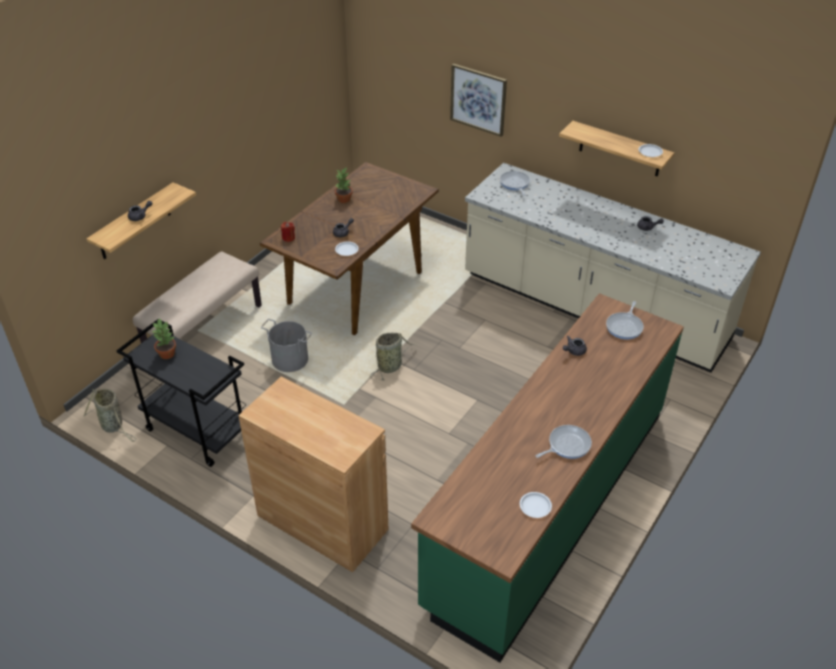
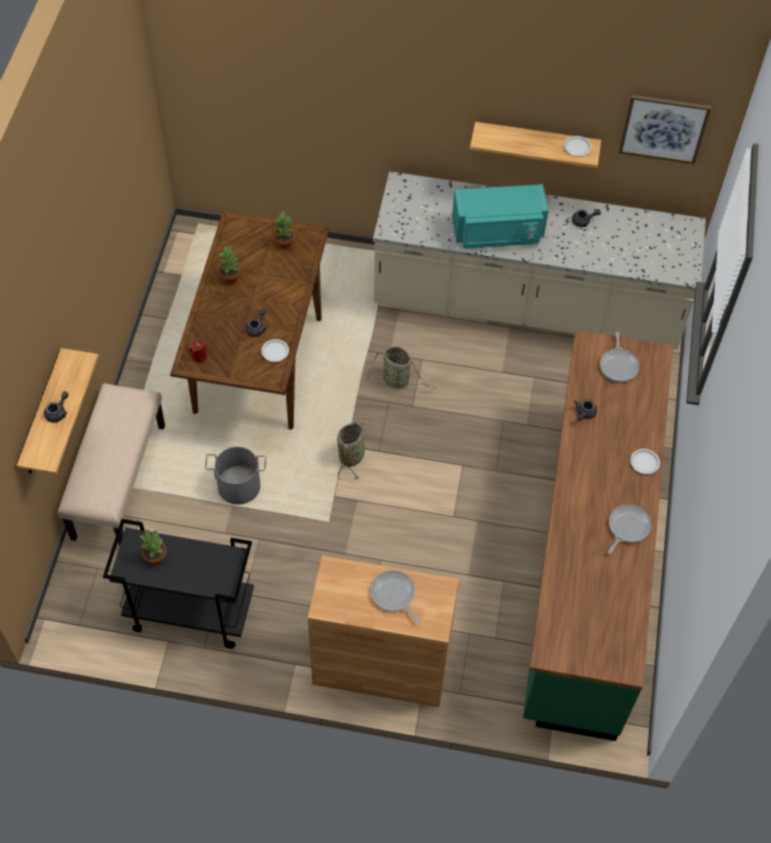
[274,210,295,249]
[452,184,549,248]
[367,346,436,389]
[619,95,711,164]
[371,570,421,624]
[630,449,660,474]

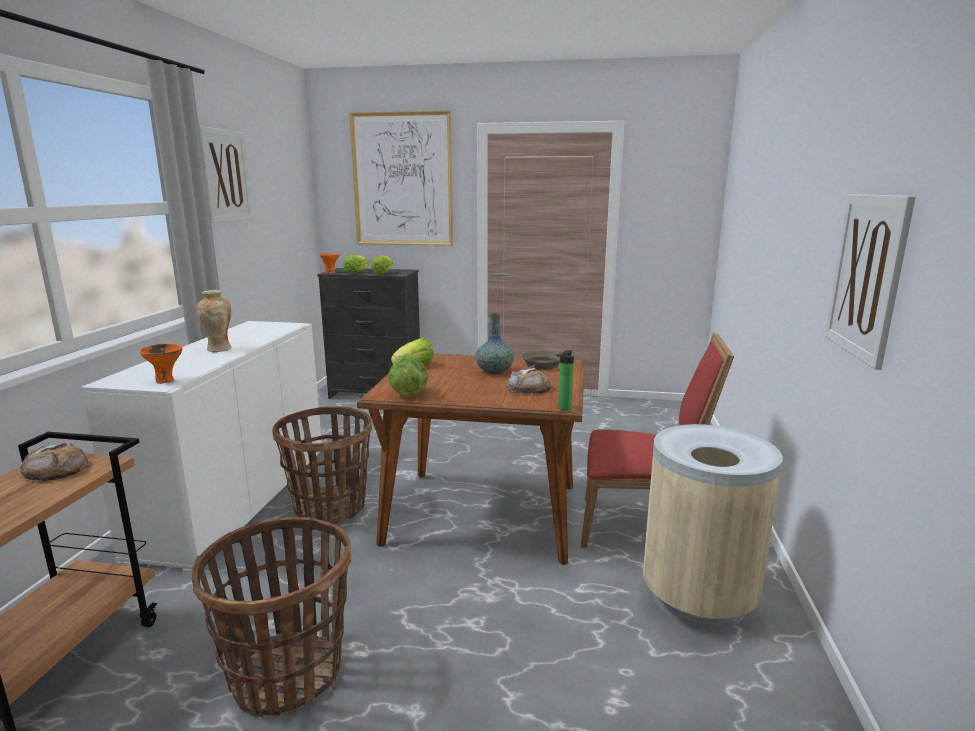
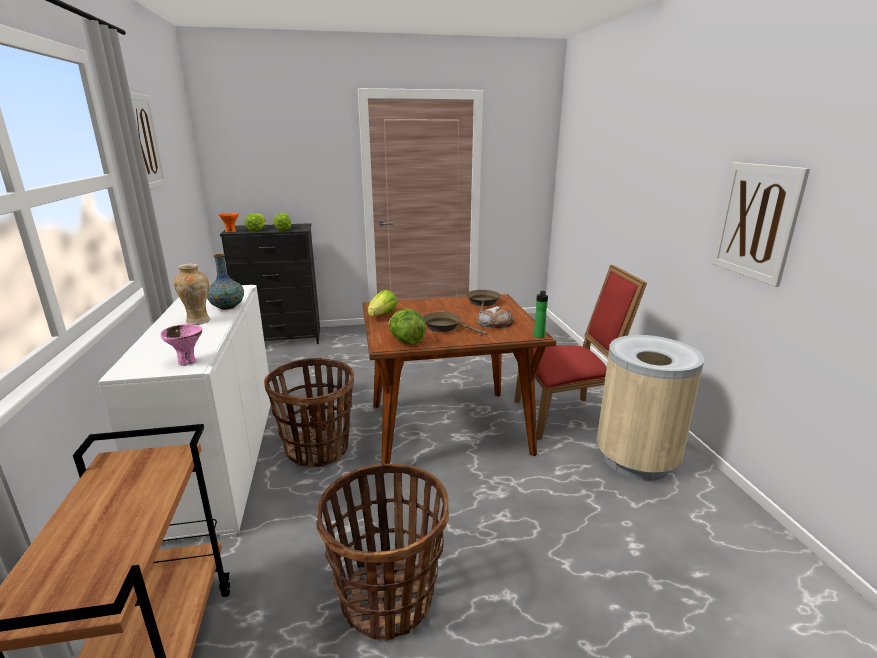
[20,443,89,483] (first image)
[349,110,453,246] (first image)
[423,312,487,335]
[207,254,244,310]
[160,324,202,366]

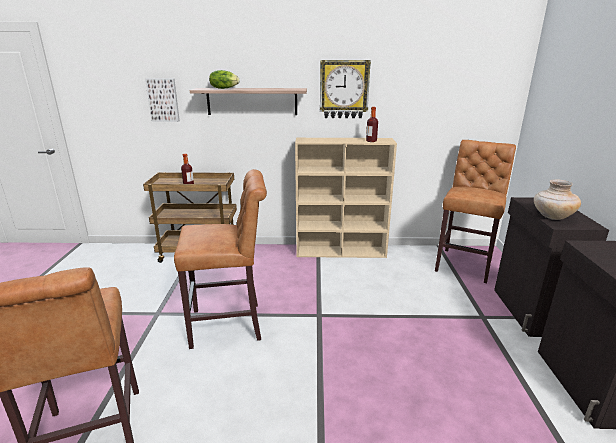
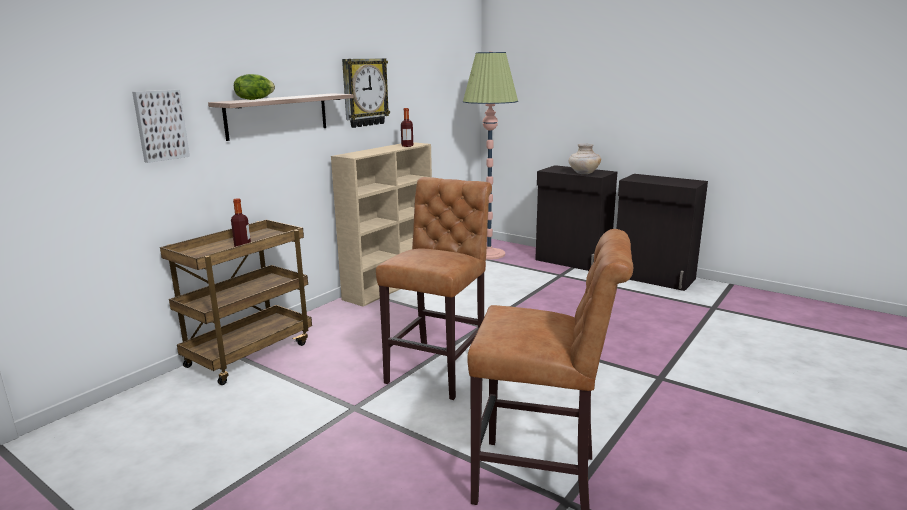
[463,51,518,260]

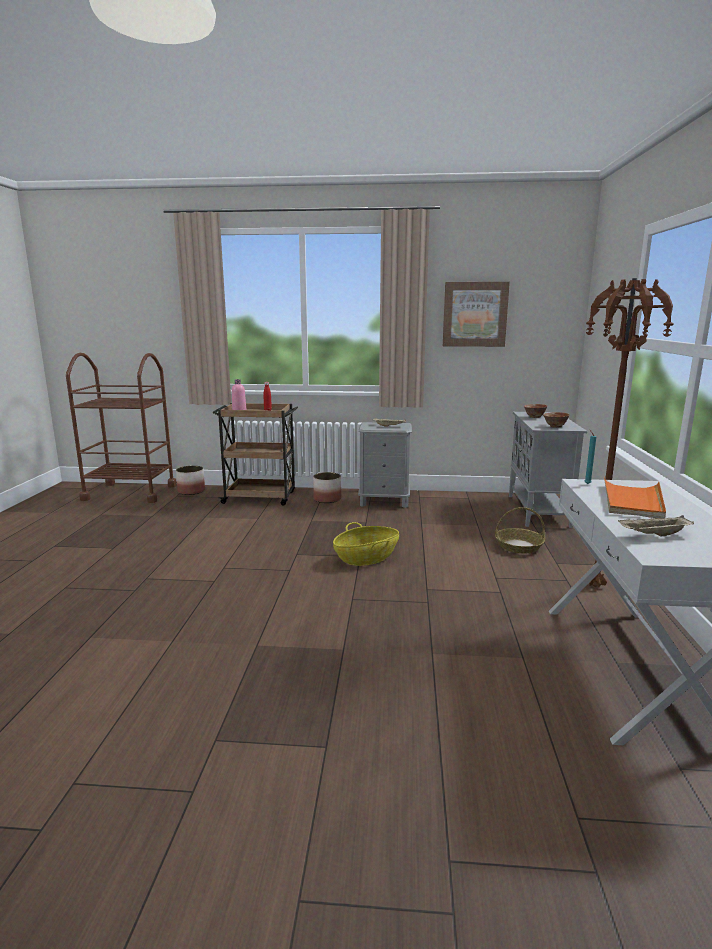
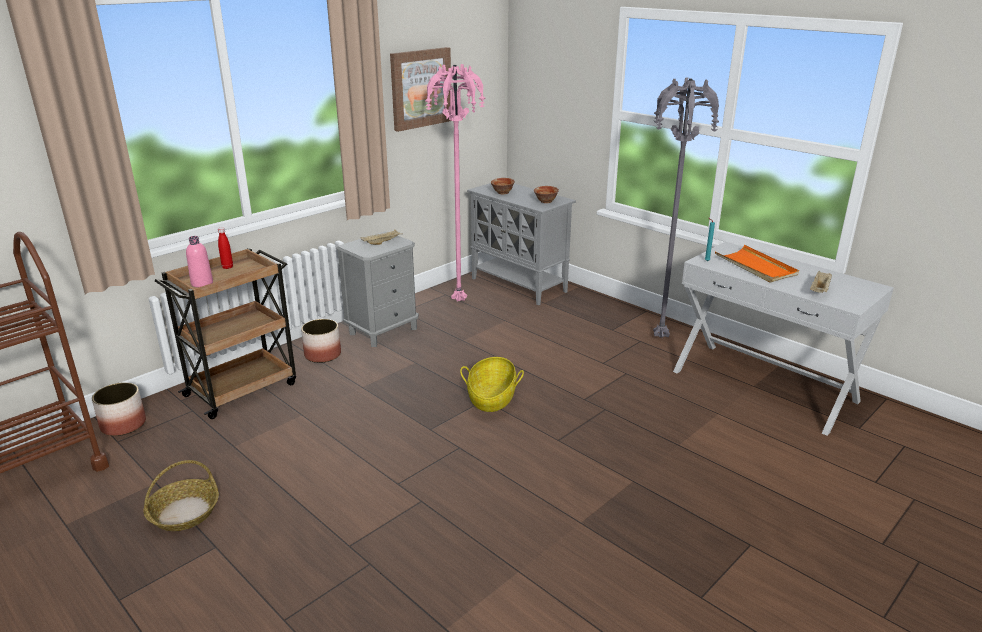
[425,64,485,301]
[143,460,219,531]
[653,77,719,338]

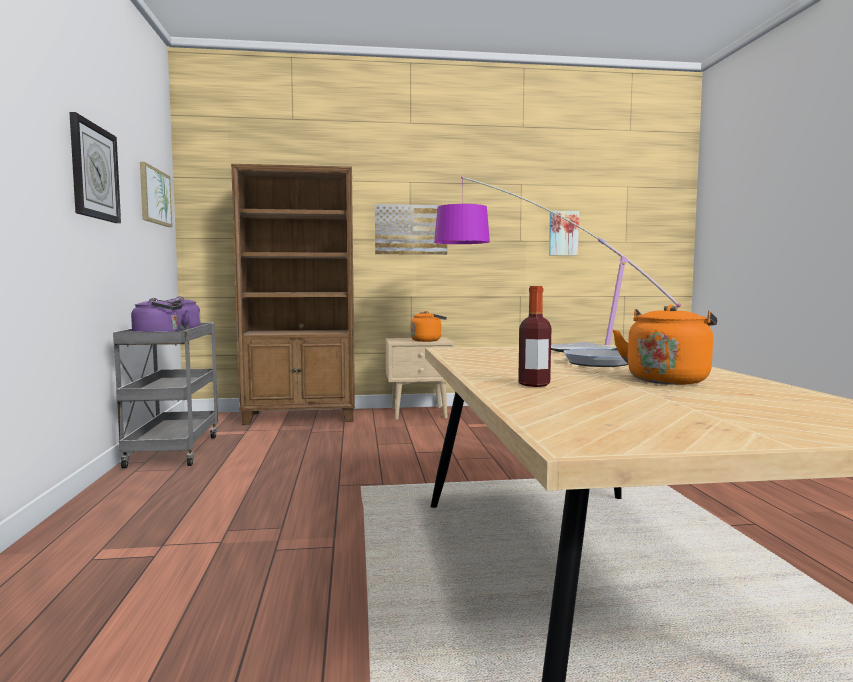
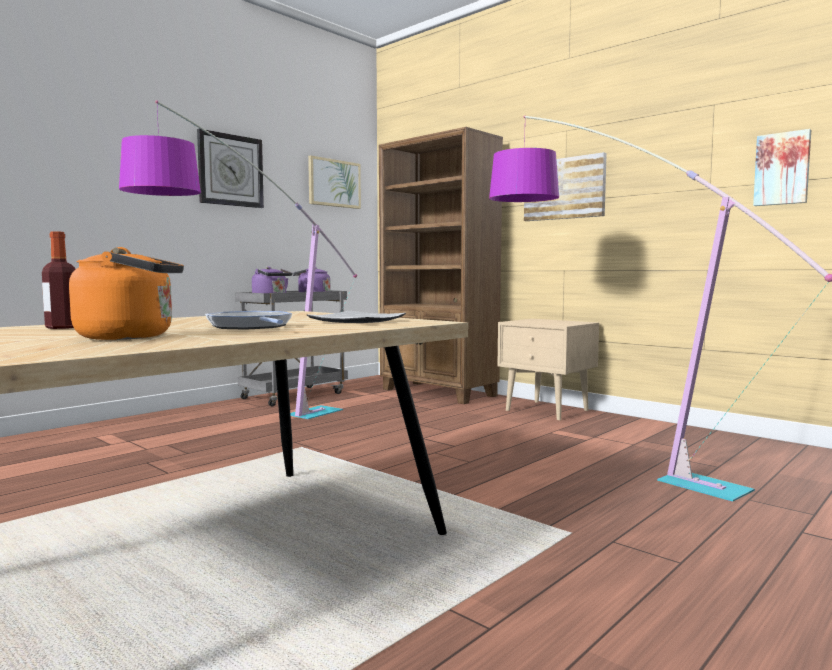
[411,311,447,342] (first image)
[119,100,357,419]

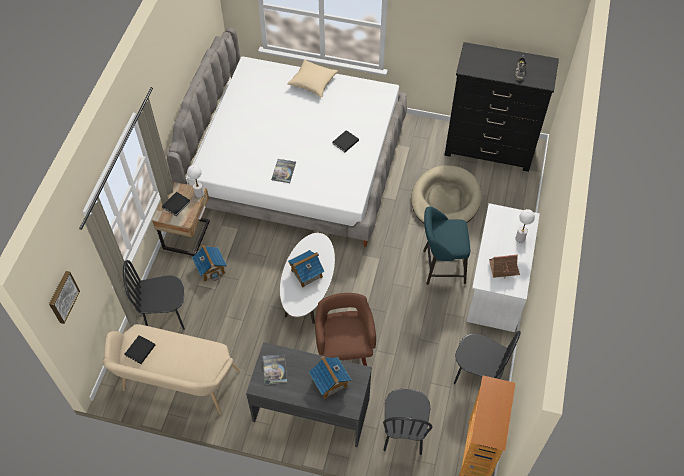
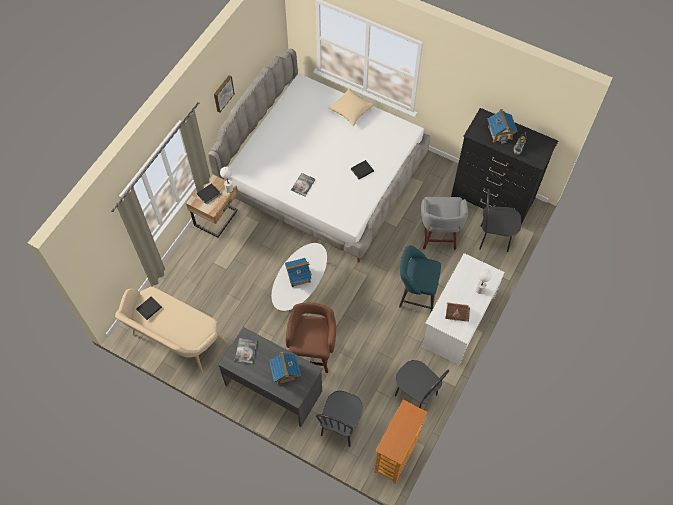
[214,75,235,113]
[479,189,521,252]
[487,109,518,144]
[421,197,468,250]

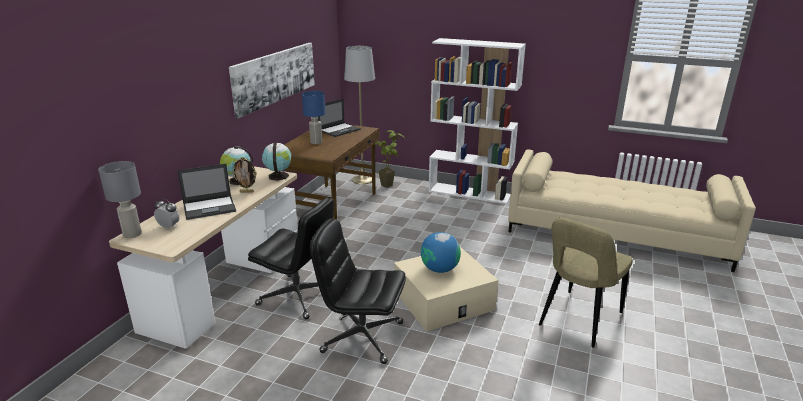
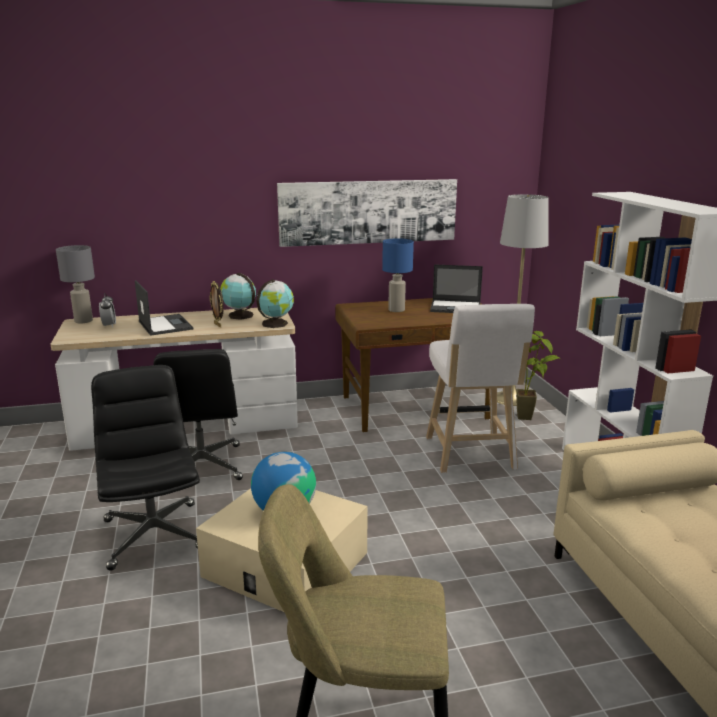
[426,304,535,473]
[135,280,193,336]

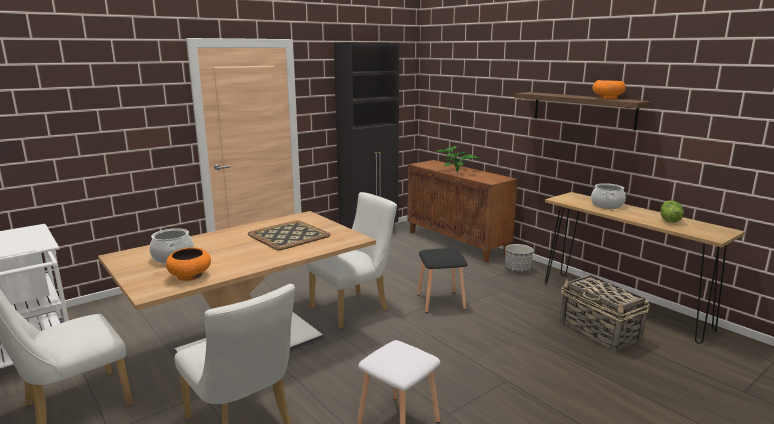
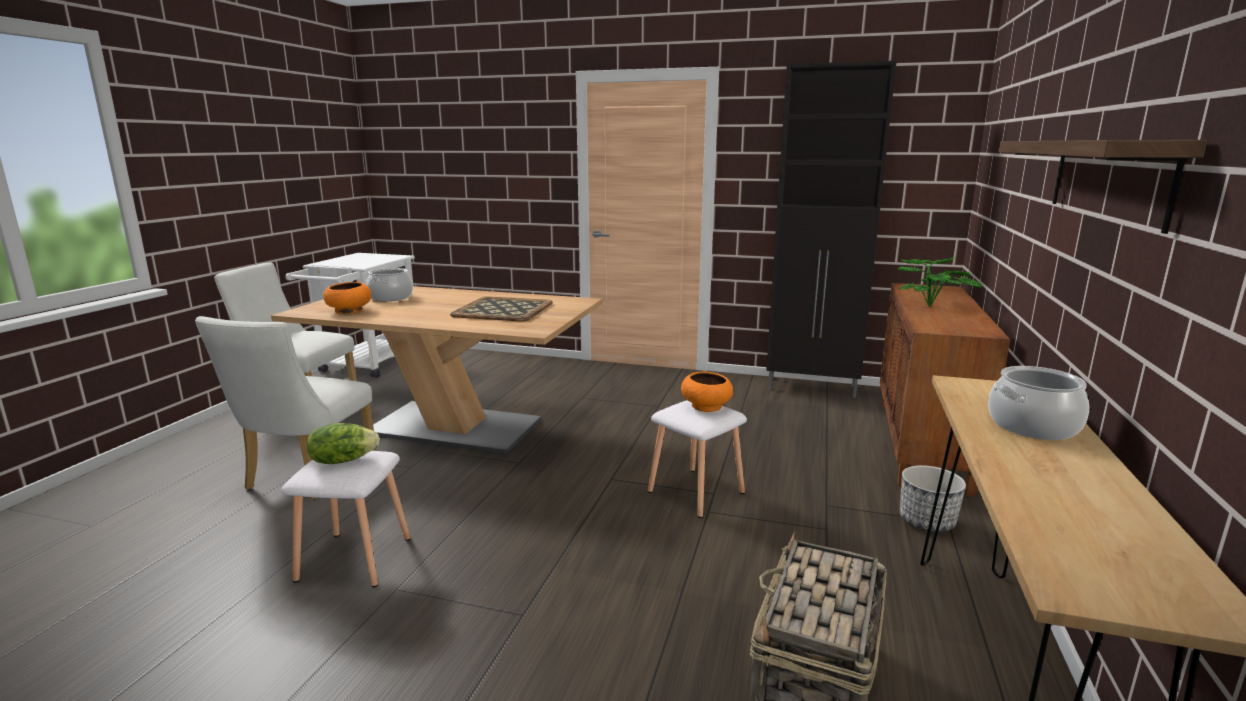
[307,192,397,329] (first image)
[681,372,733,412]
[307,423,380,464]
[648,400,747,518]

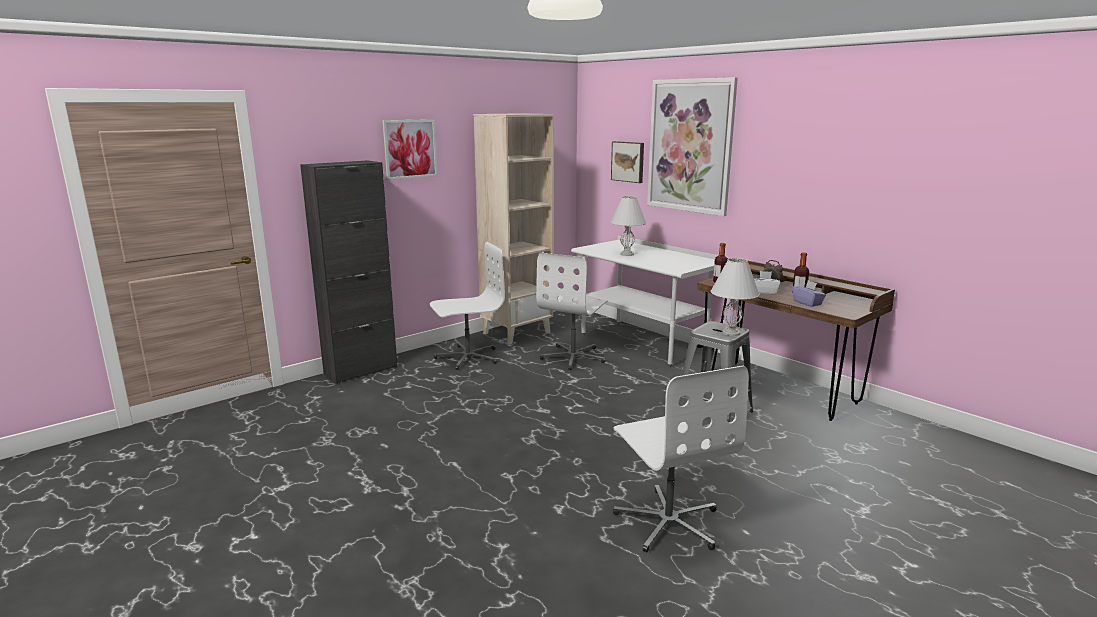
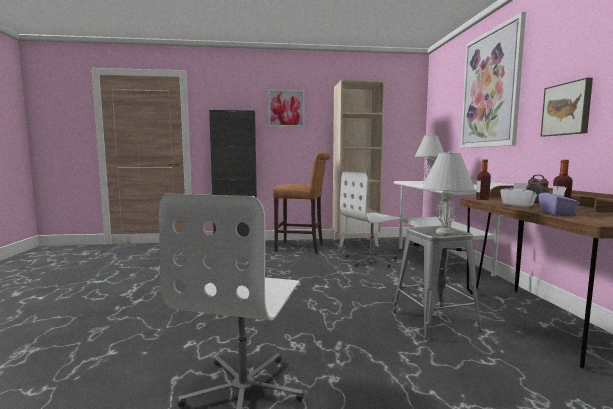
[541,78,593,136]
[273,152,330,254]

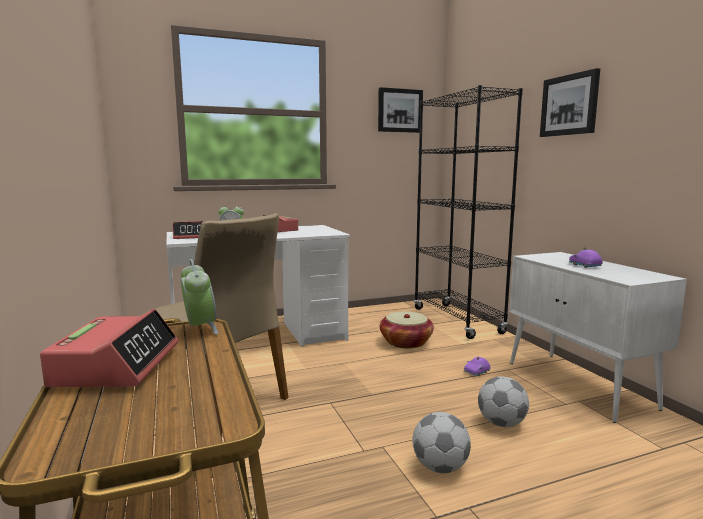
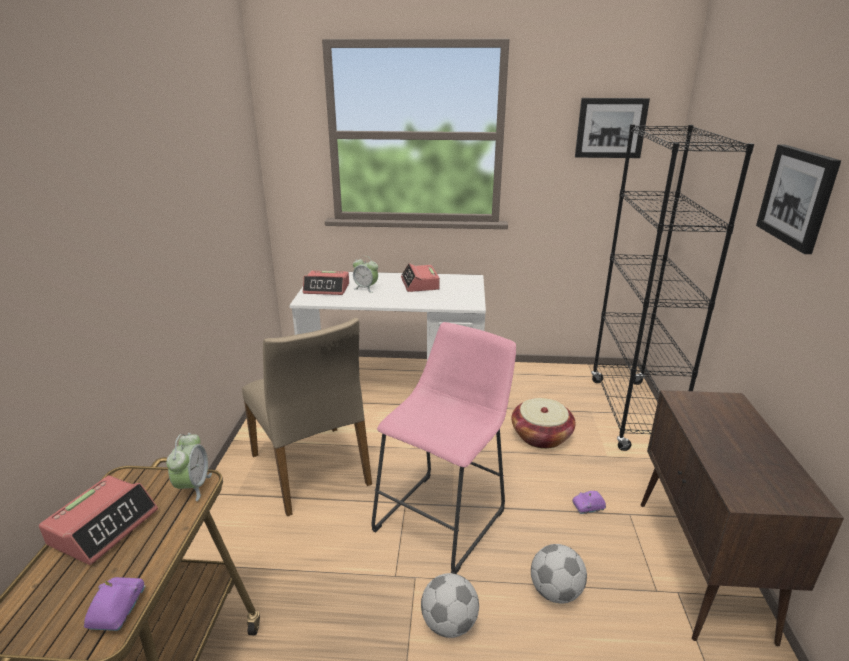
[372,322,516,574]
[84,577,146,631]
[641,390,844,646]

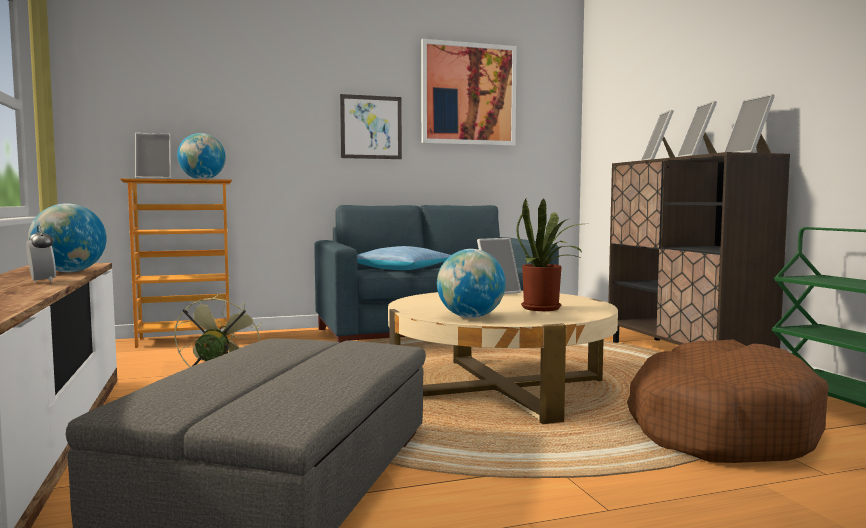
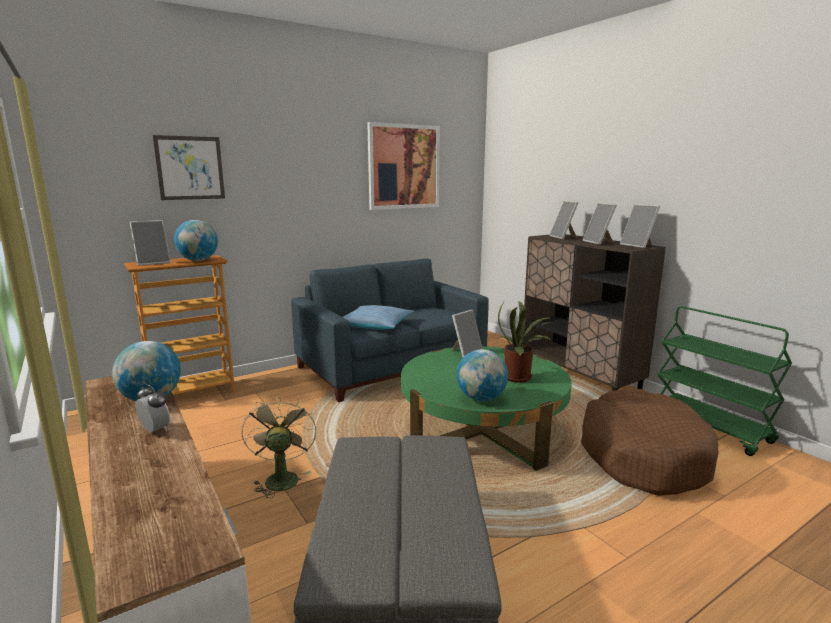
[153,135,225,200]
[401,346,572,471]

